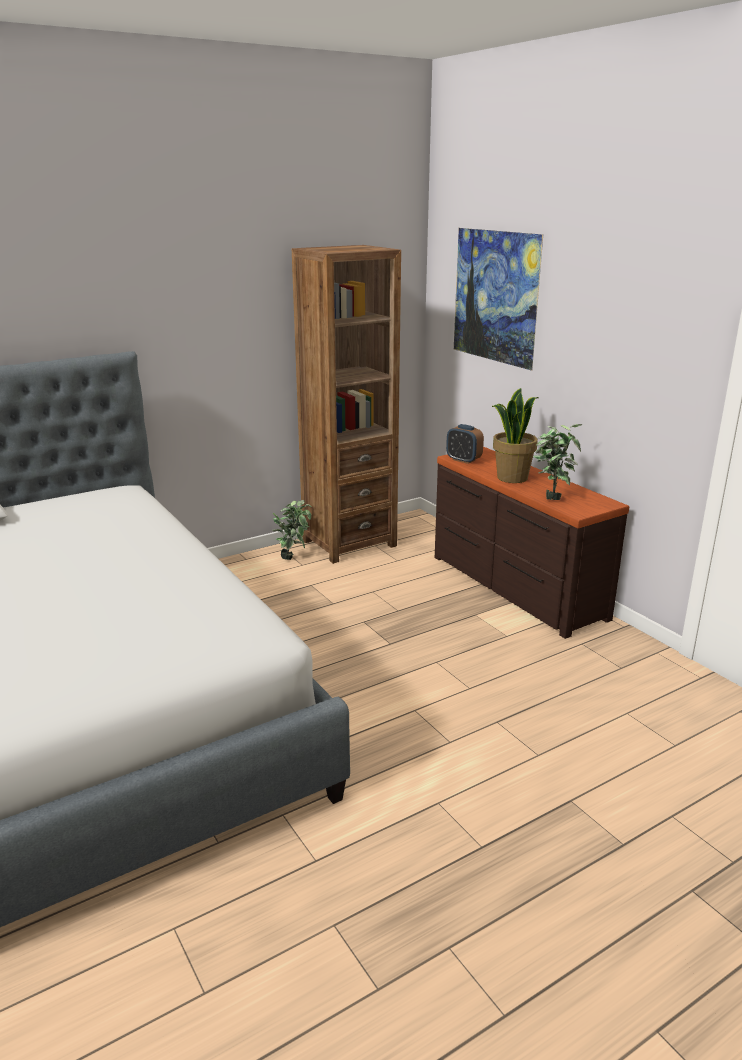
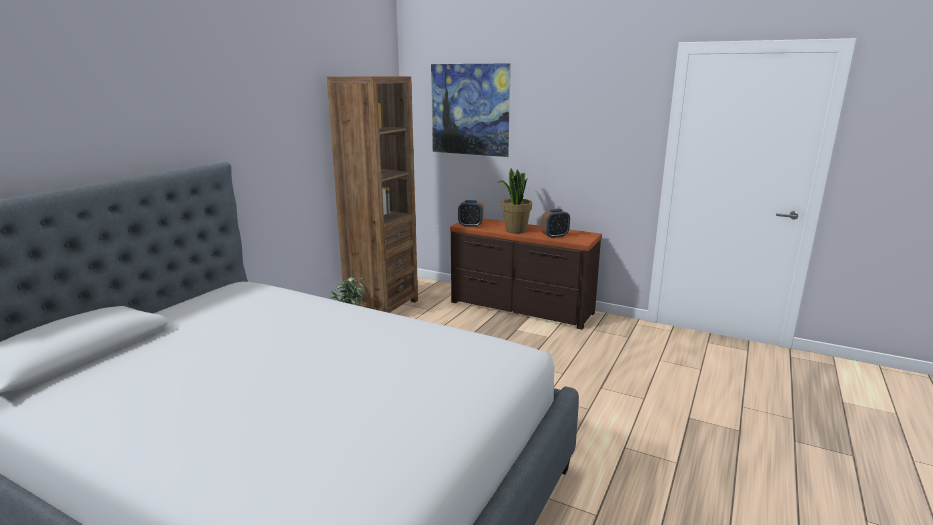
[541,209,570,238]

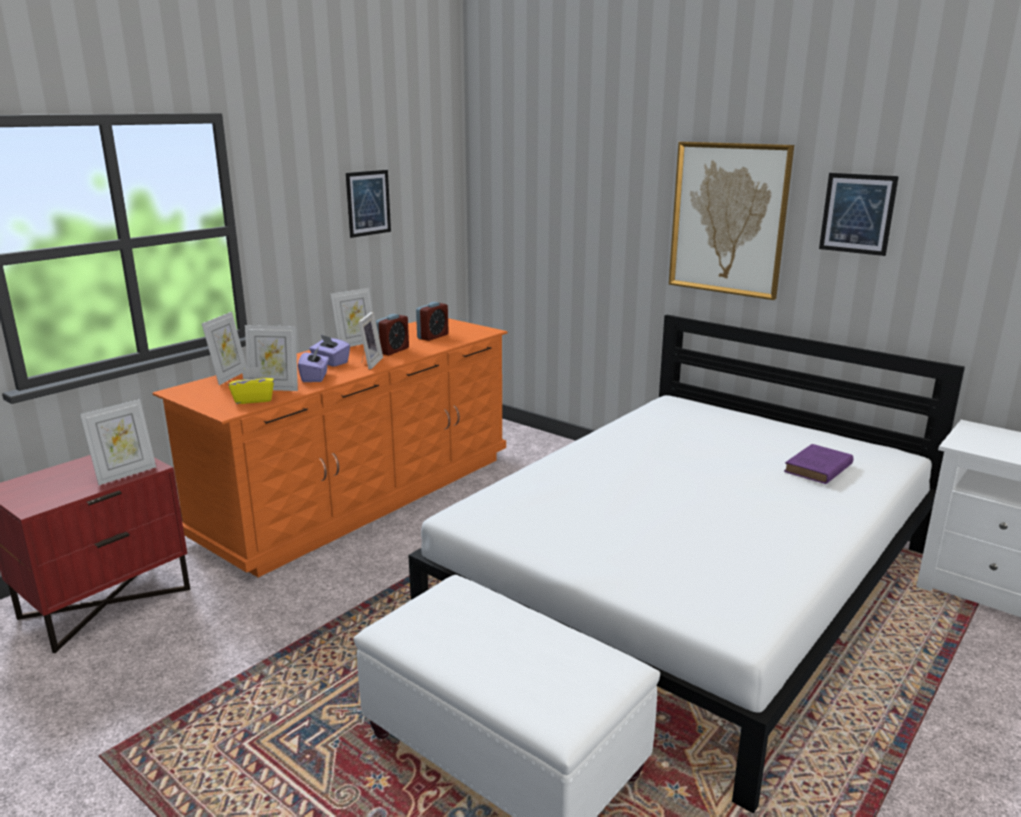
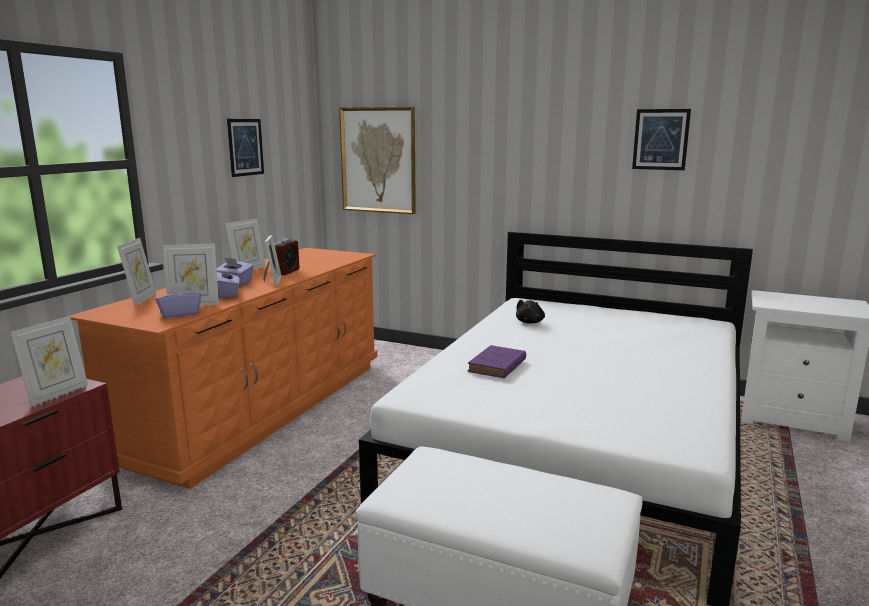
[416,302,449,341] (first image)
[516,300,545,324]
[339,107,416,214]
[467,345,526,378]
[155,282,201,318]

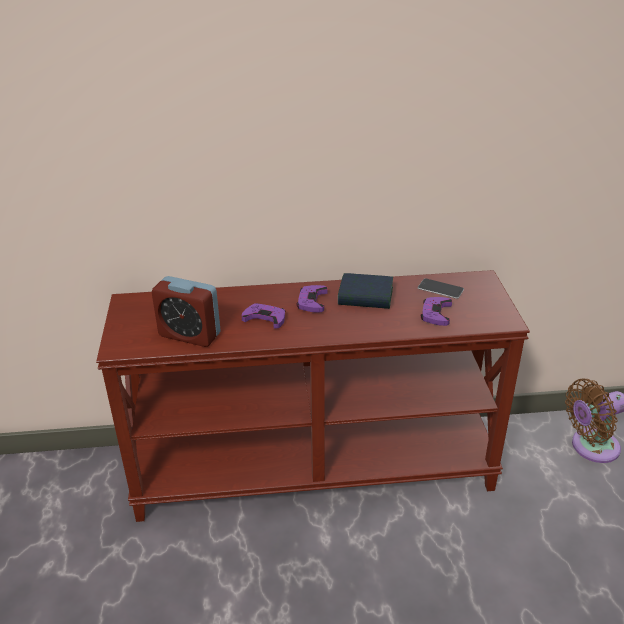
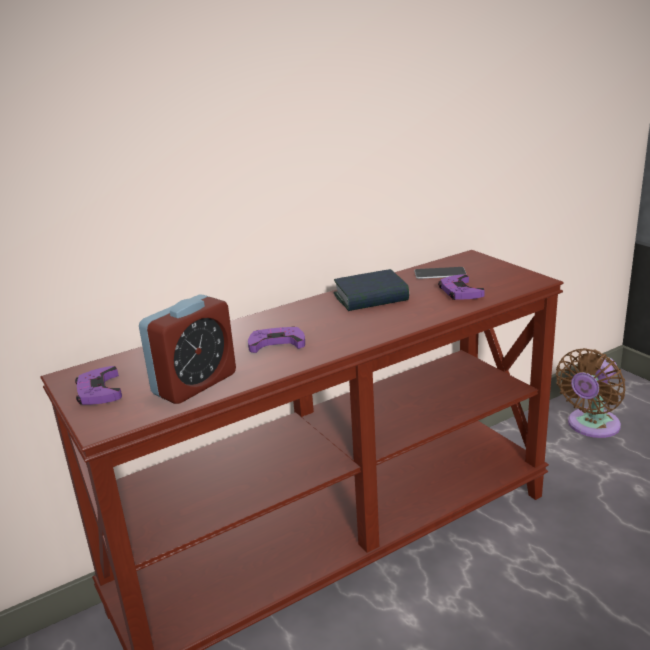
[75,366,122,405]
[139,294,236,404]

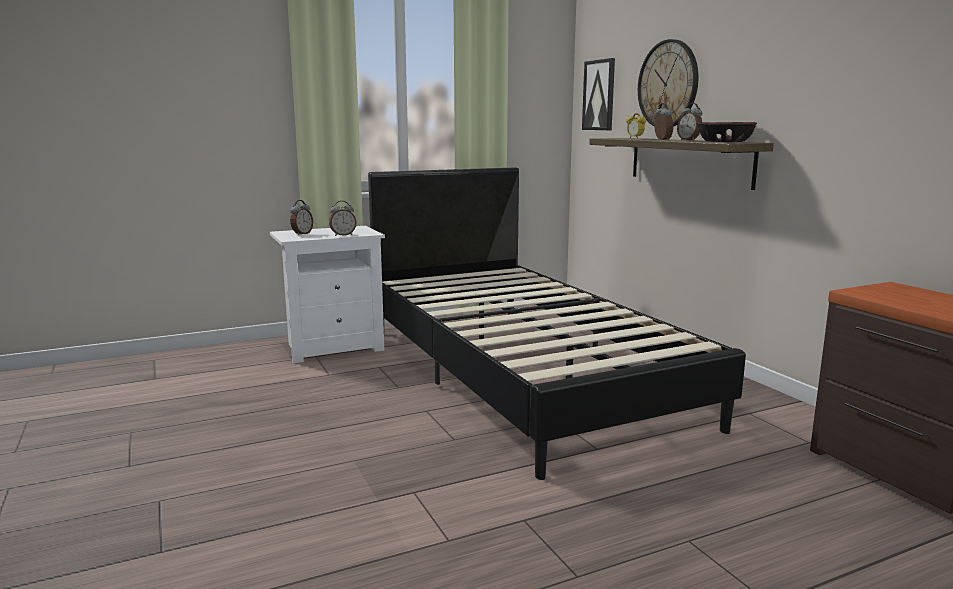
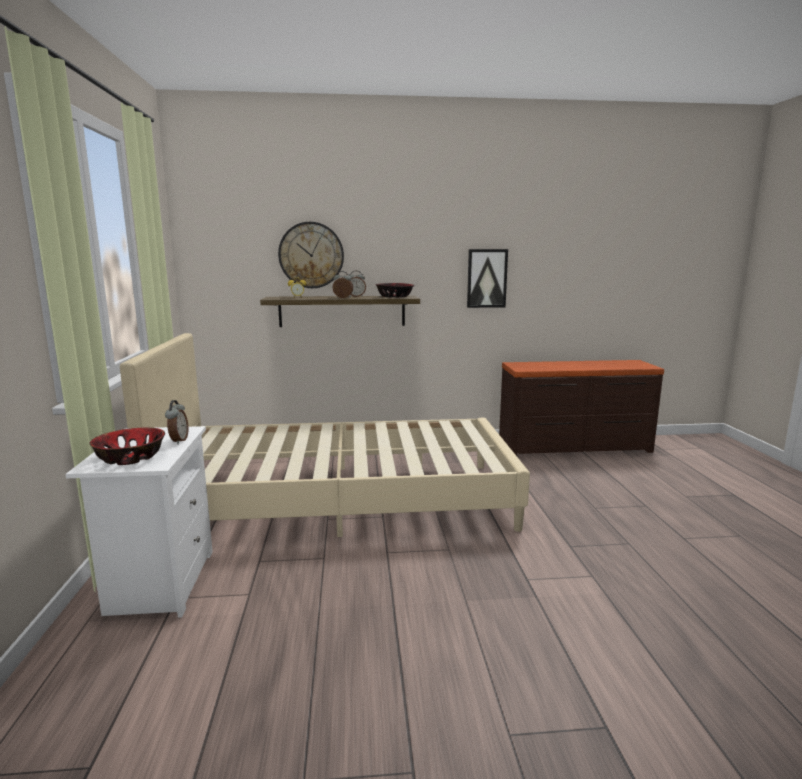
[467,249,508,308]
[89,428,165,465]
[120,333,530,537]

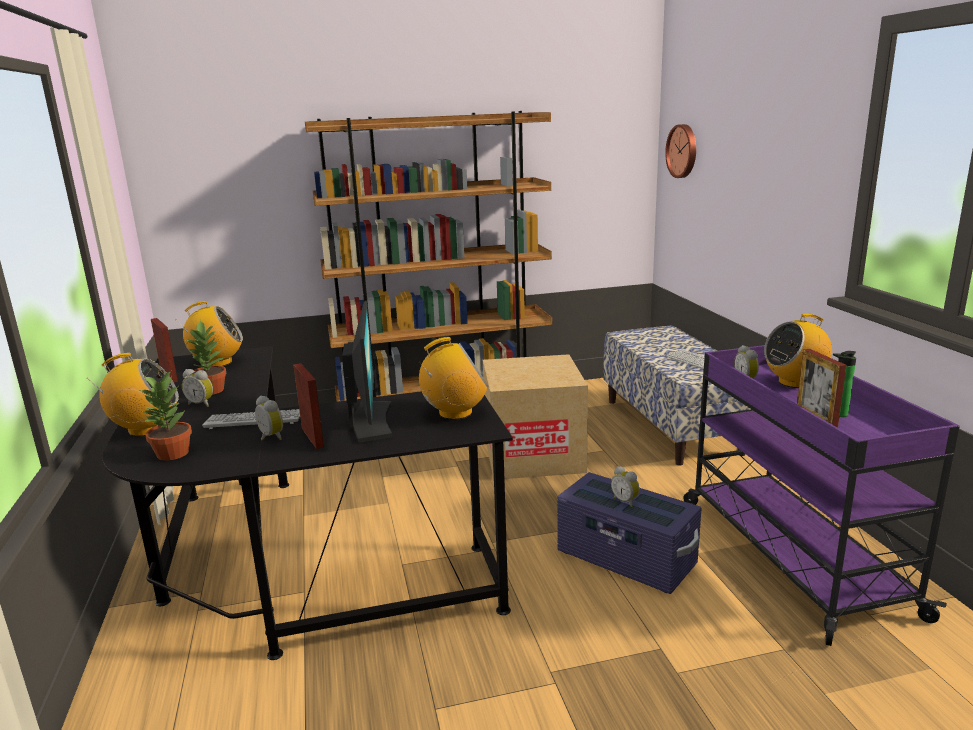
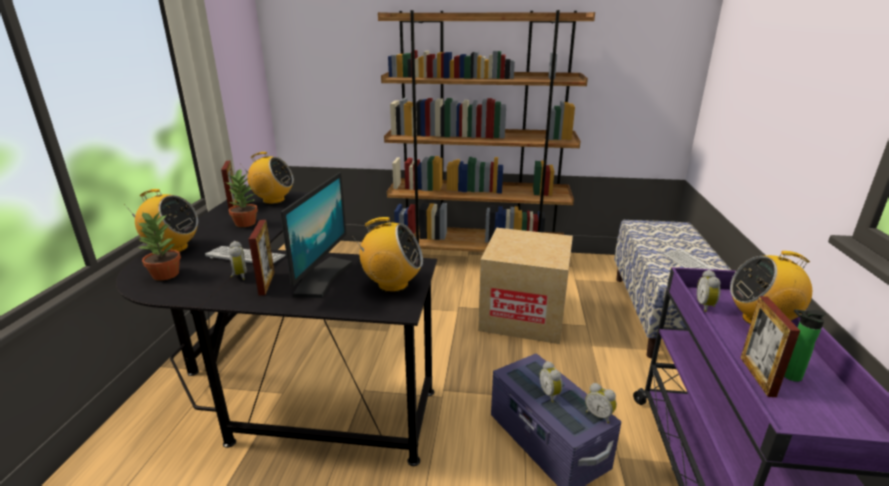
[665,124,696,178] (first image)
[585,383,617,424]

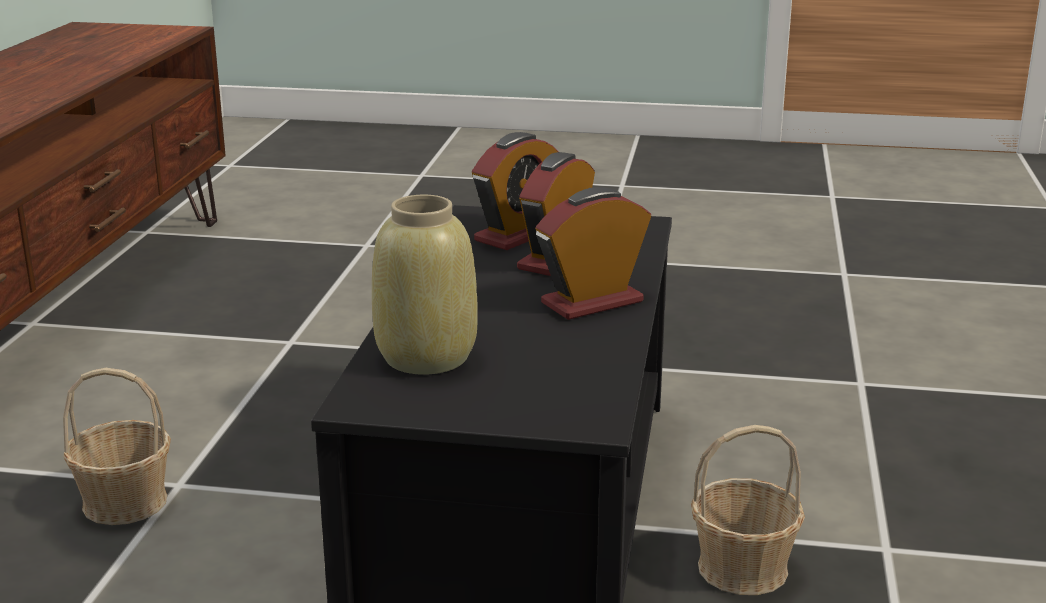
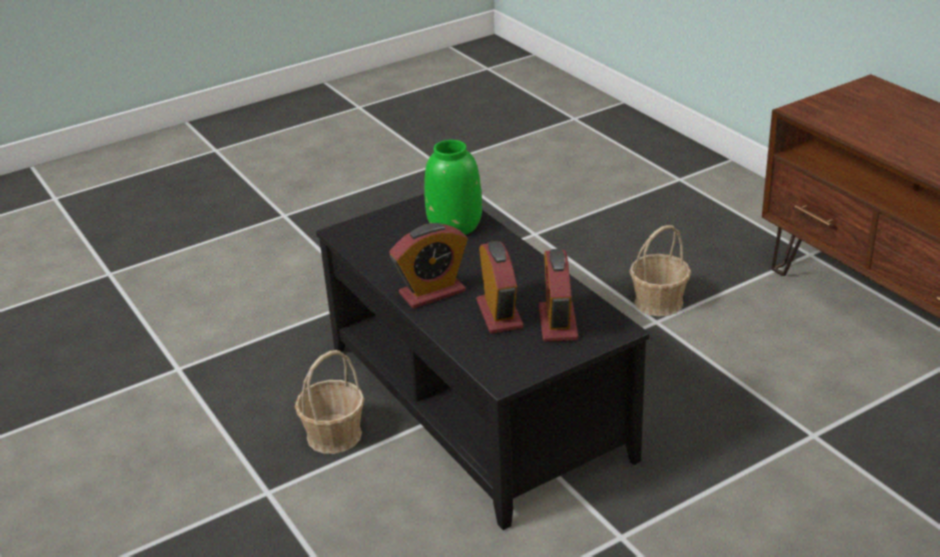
[424,140,482,235]
[390,223,468,308]

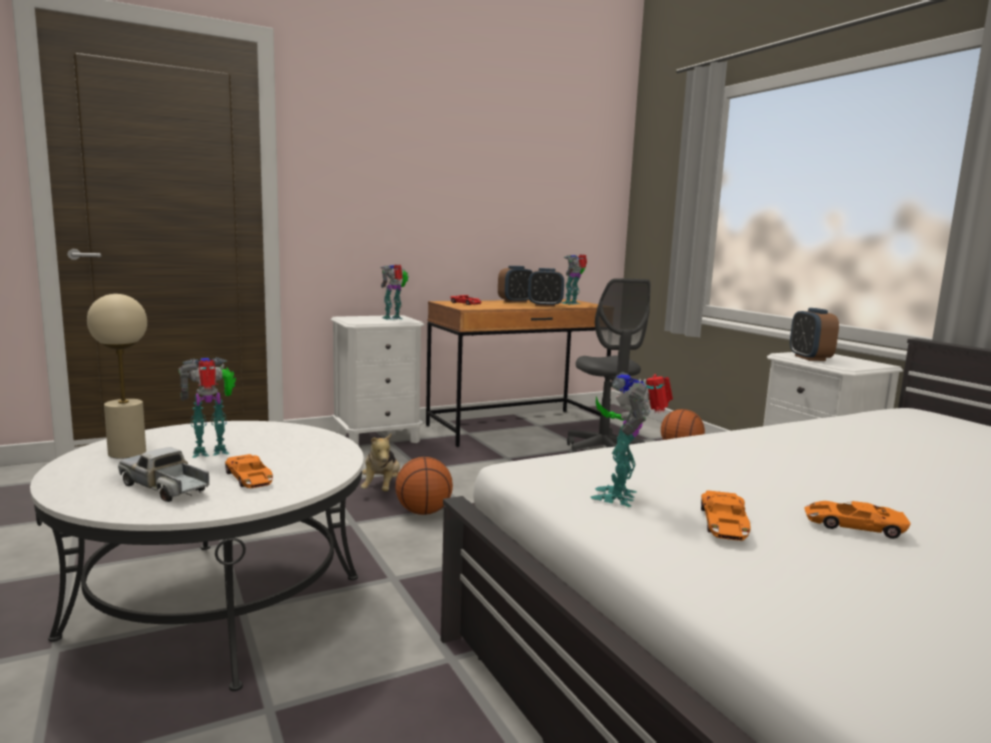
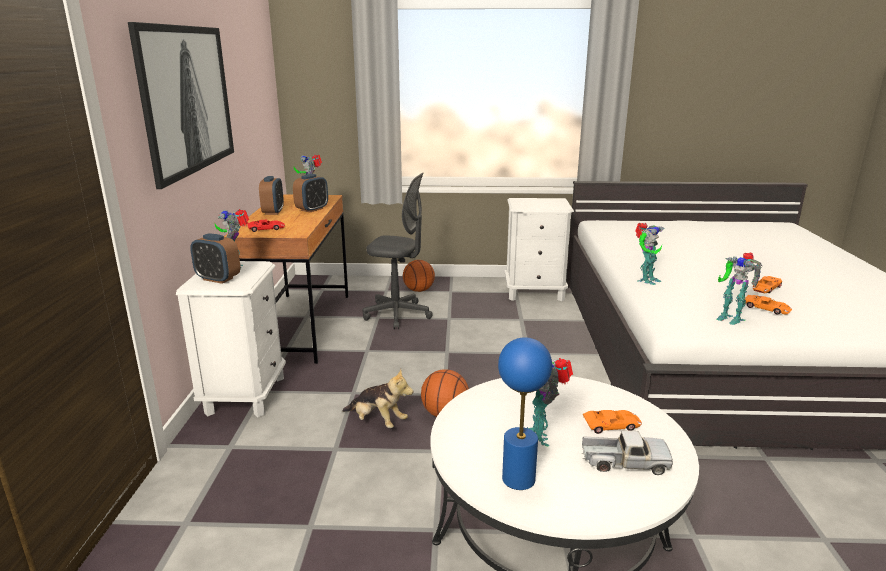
[128,22,234,189]
[635,223,665,285]
[190,234,240,284]
[498,337,552,490]
[582,430,673,475]

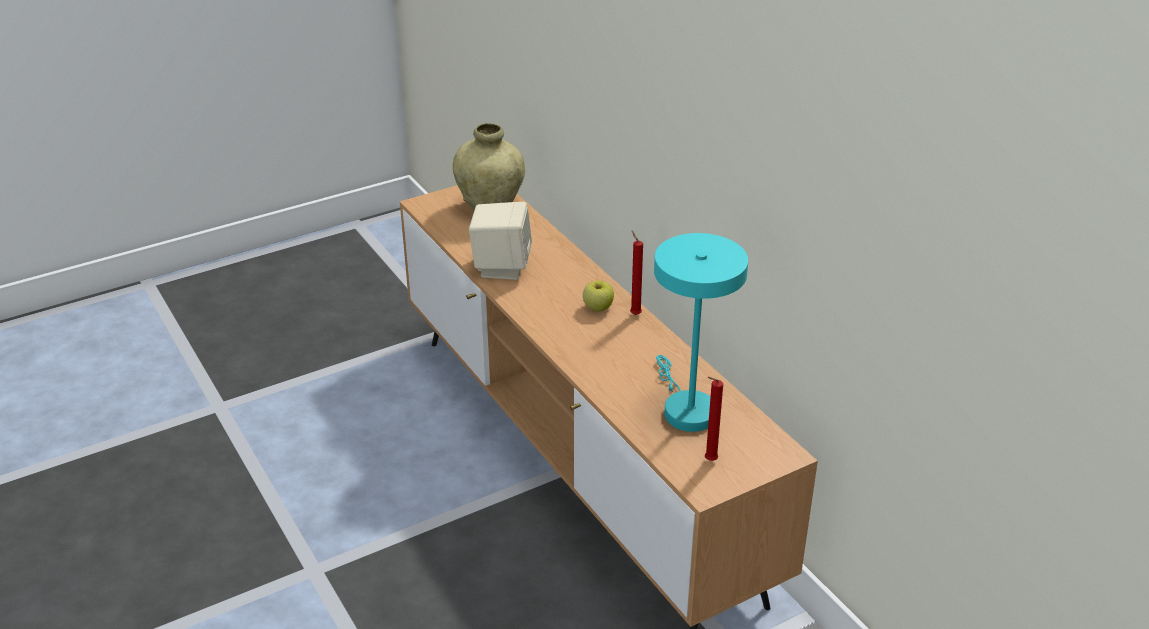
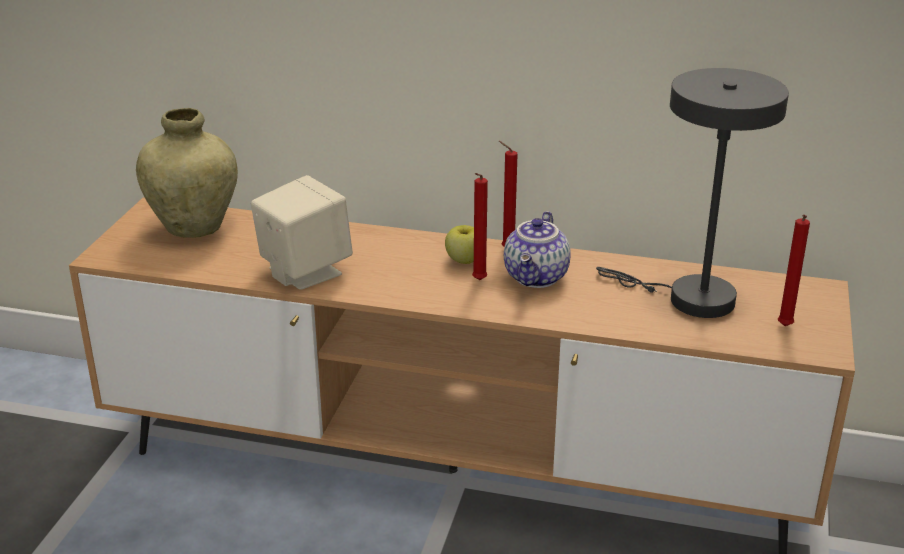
[472,173,488,280]
[504,211,571,288]
[596,68,789,318]

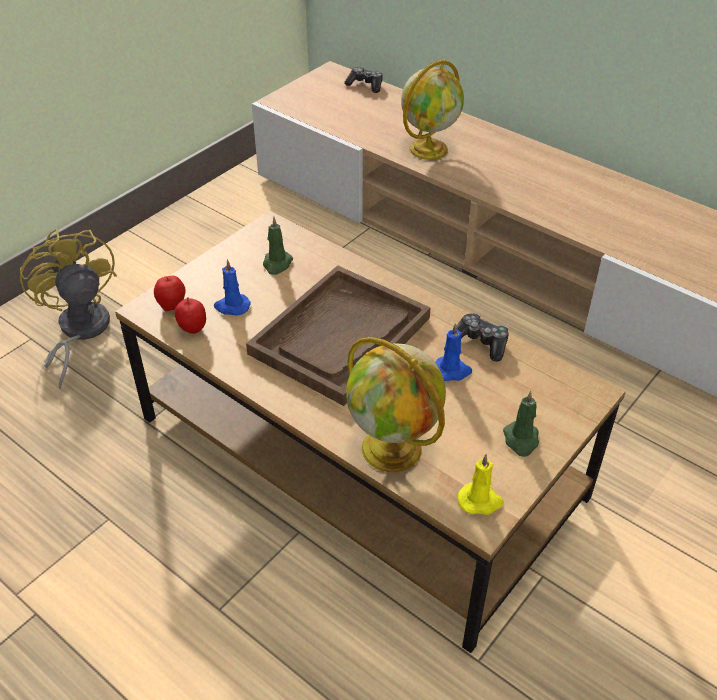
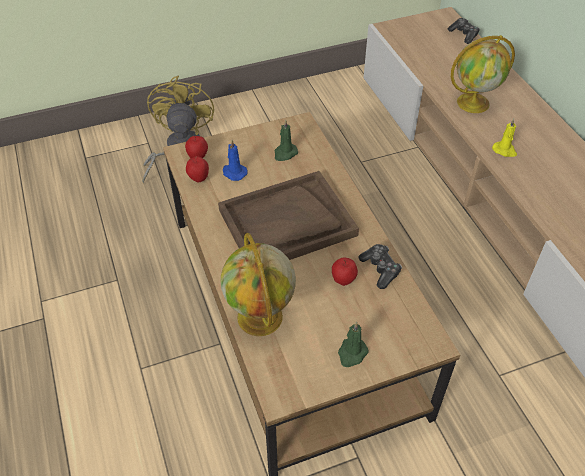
[492,119,517,157]
[332,257,358,286]

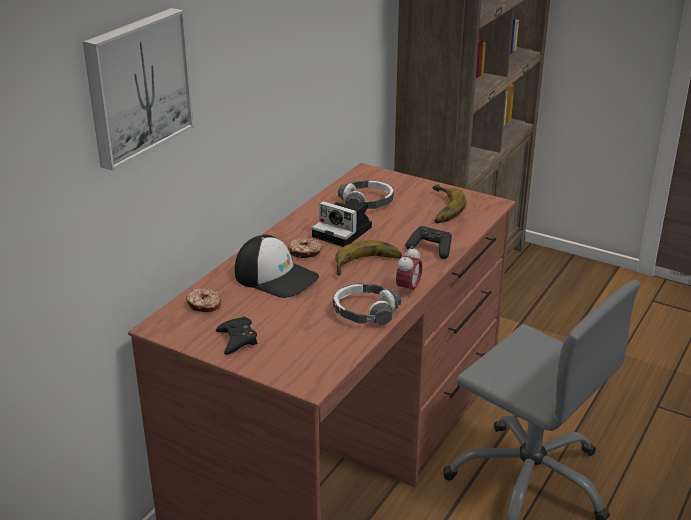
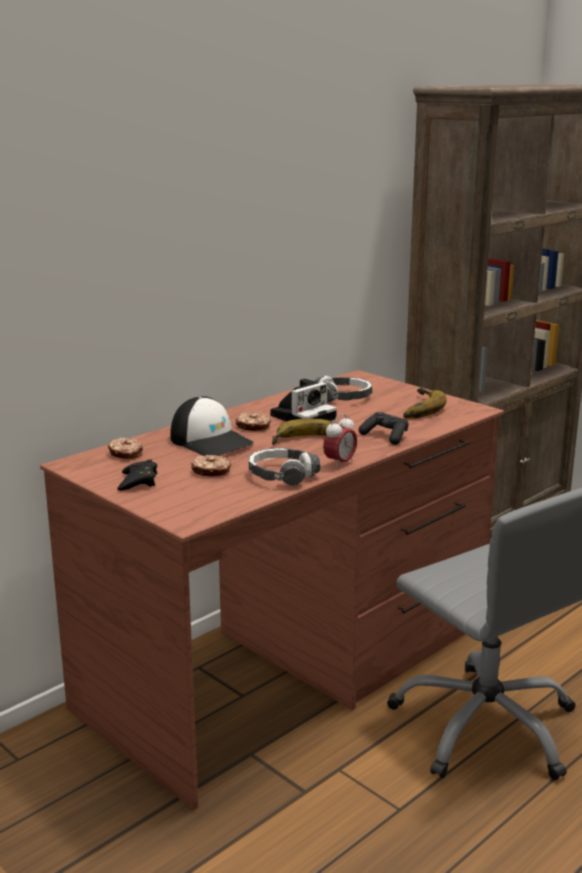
[83,8,194,170] (first image)
[191,455,231,476]
[270,378,337,421]

